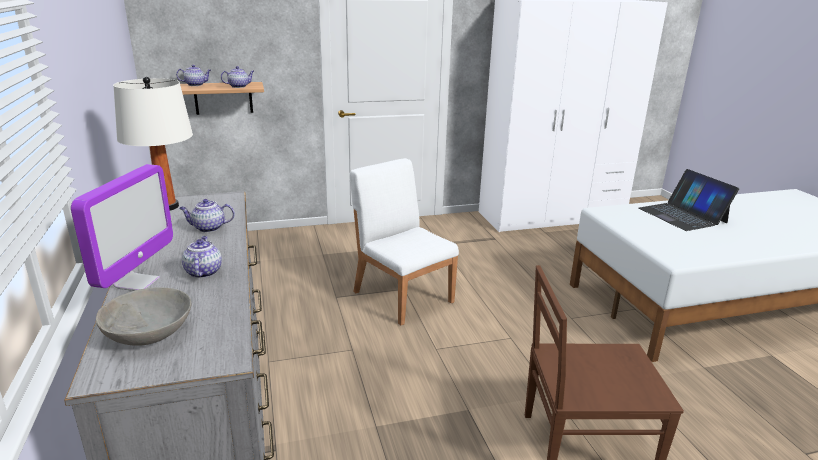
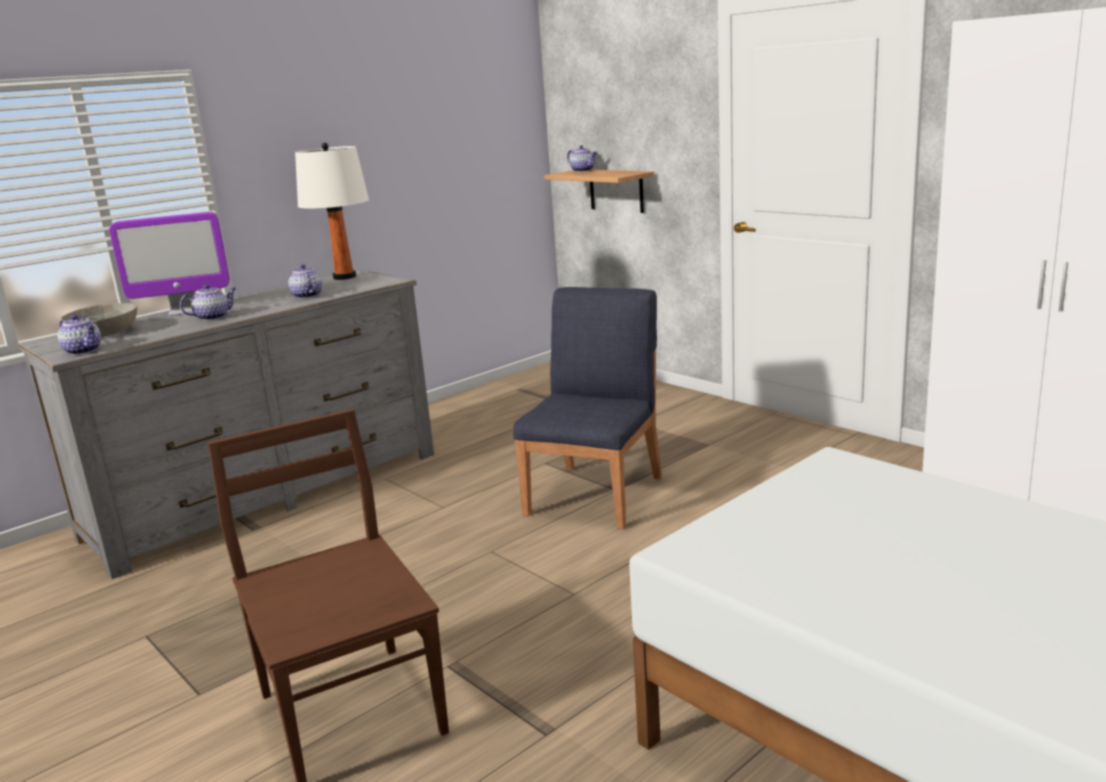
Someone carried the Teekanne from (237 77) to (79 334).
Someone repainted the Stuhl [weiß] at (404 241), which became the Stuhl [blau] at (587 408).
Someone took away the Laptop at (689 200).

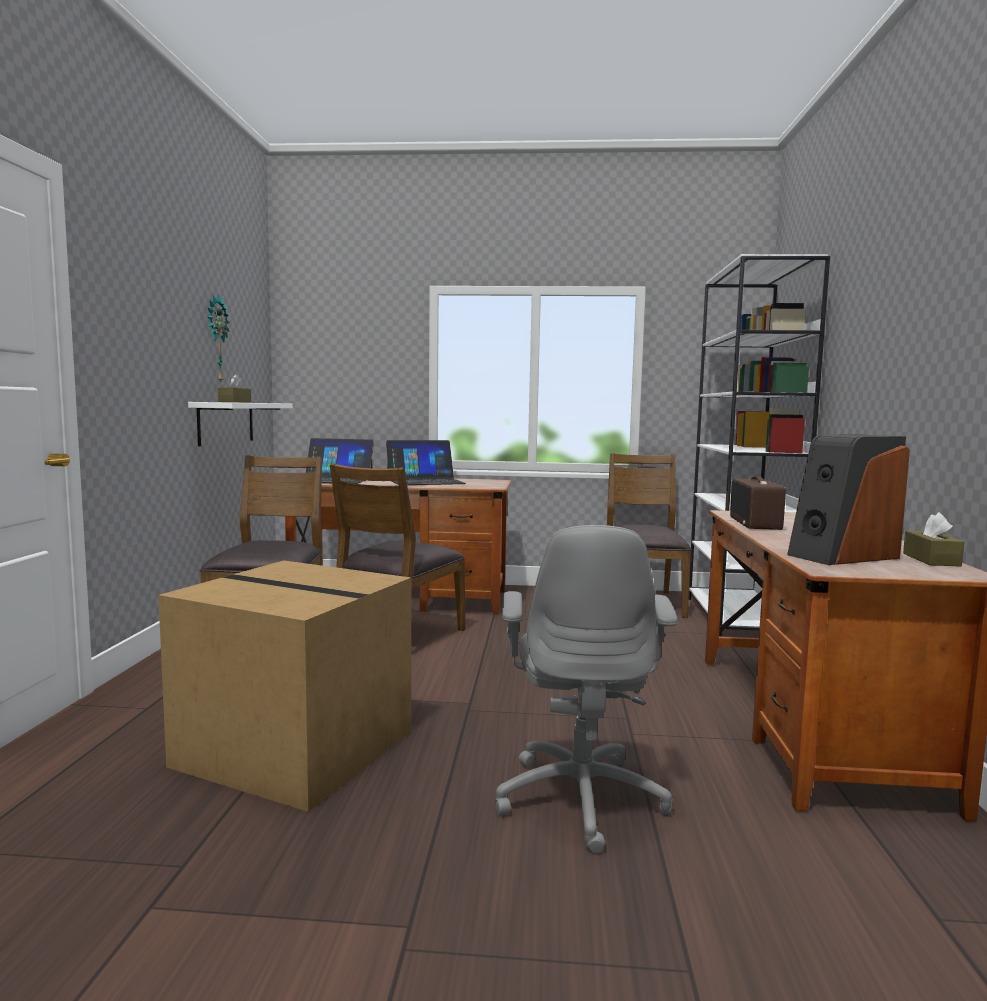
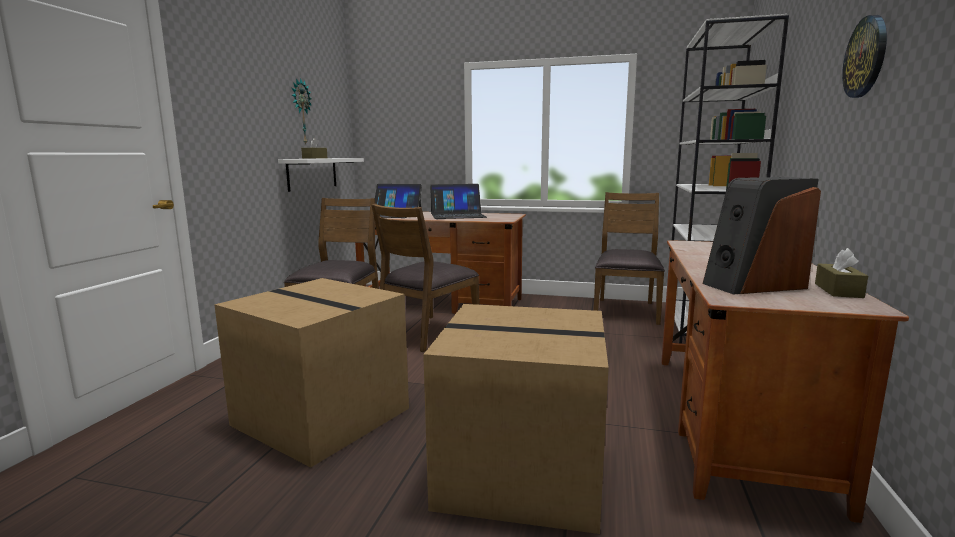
Someone swapped the Bürostuhl [grau] at (586 689) for the Karton at (516 419).
Someone took away the Radio at (758 503).
Someone put up the Wanduhr at (864 56).

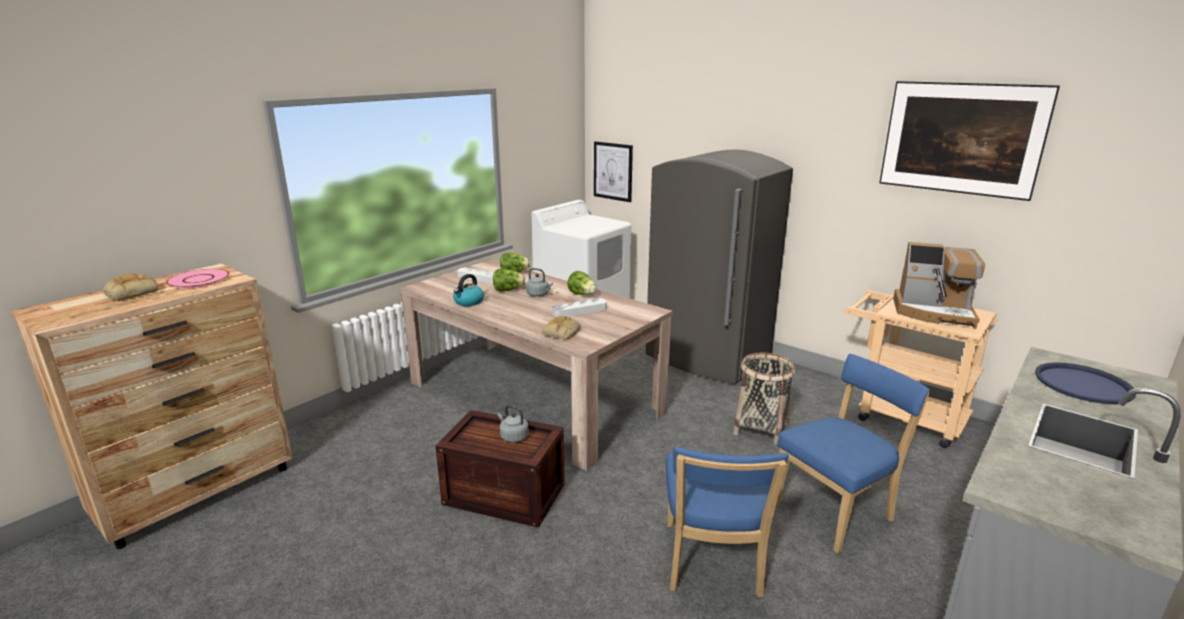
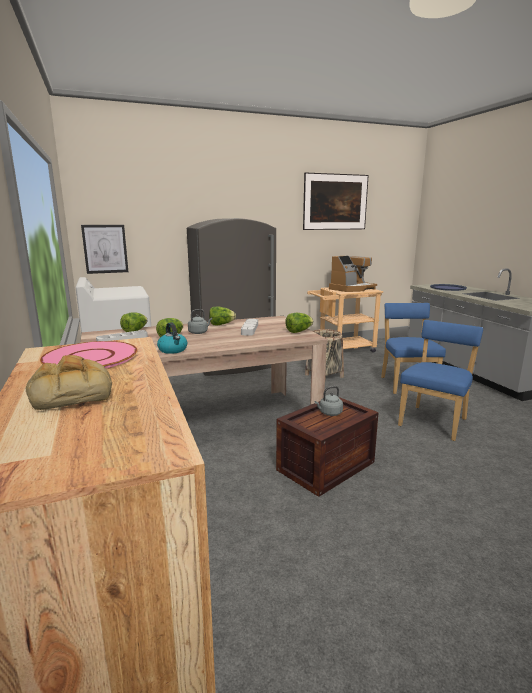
Someone took away the Brot at (561 328).
Someone rotated the Stuhl [blau] at (727 522) by 90 degrees counterclockwise.
Someone put down the Salatkopf at (299 323).

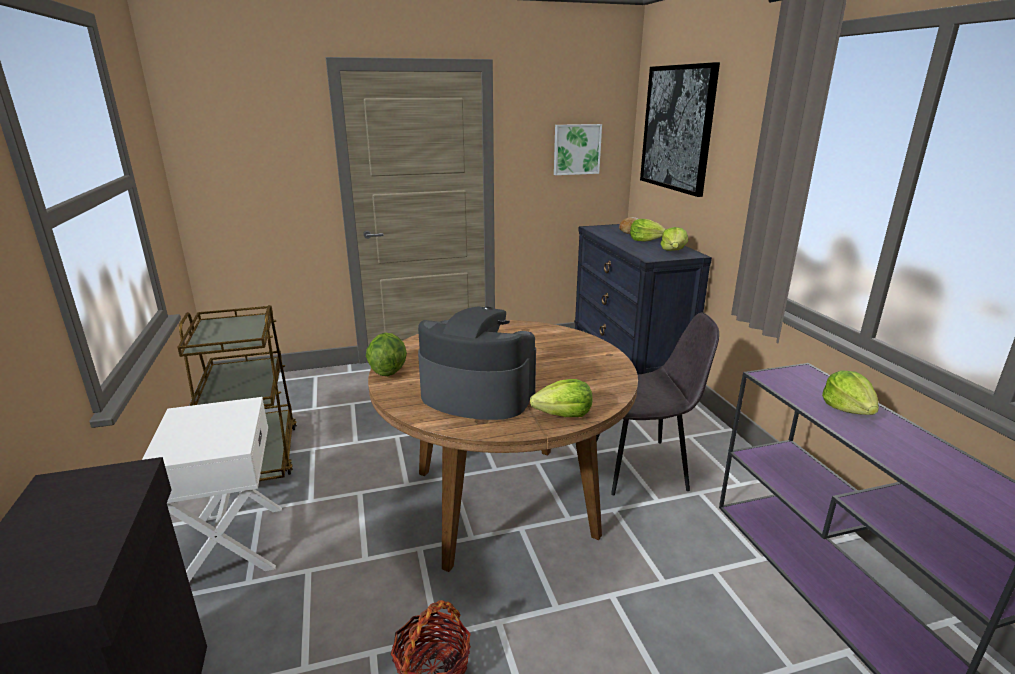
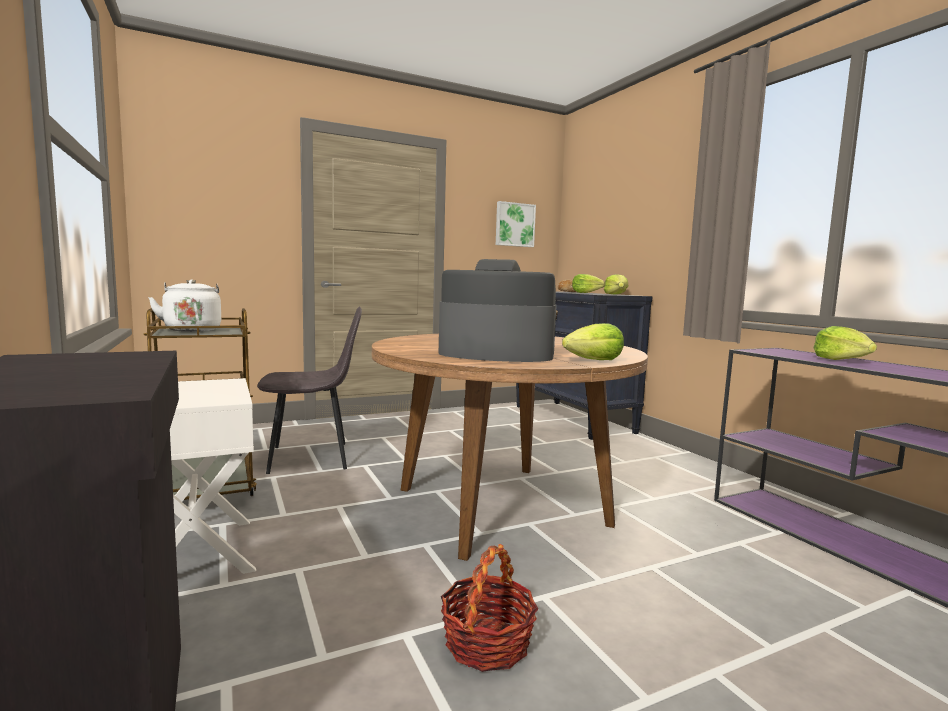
Someone took away the Salatkopf at (386 354).
Someone carried the Stuhl [grau] from (657 404) to (309 390).
Someone took away the Bild at (680 129).
Someone put down the Wasserkessel [weiß] at (184 305).

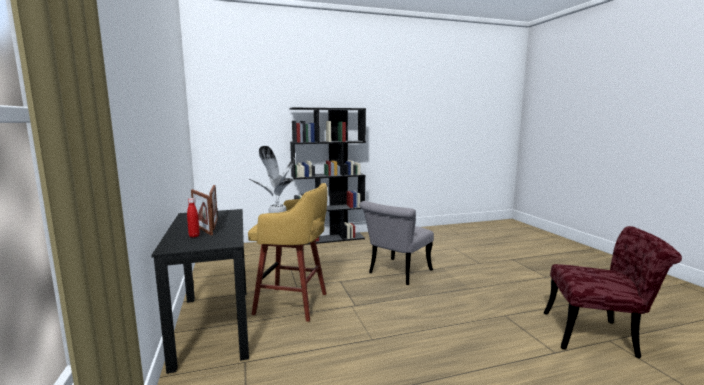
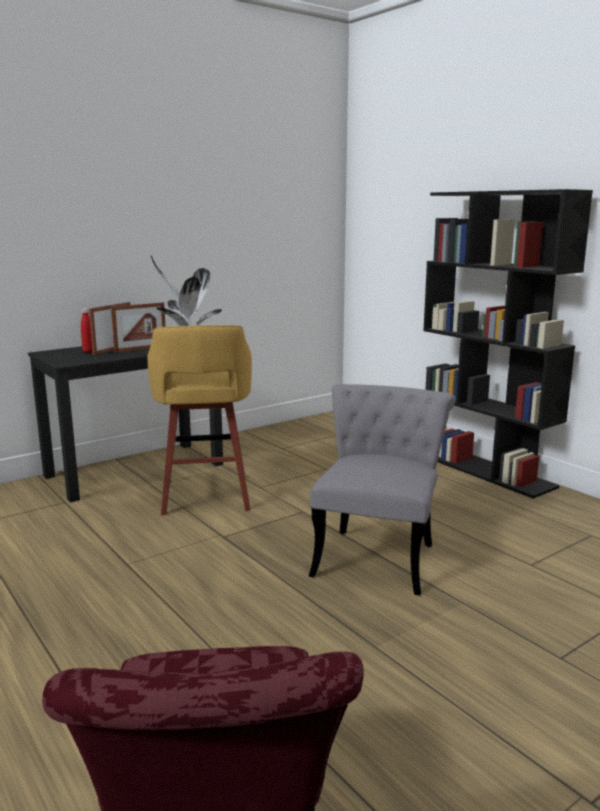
Someone rotated the Stuhl [grau] at (396 243) by 90 degrees clockwise.

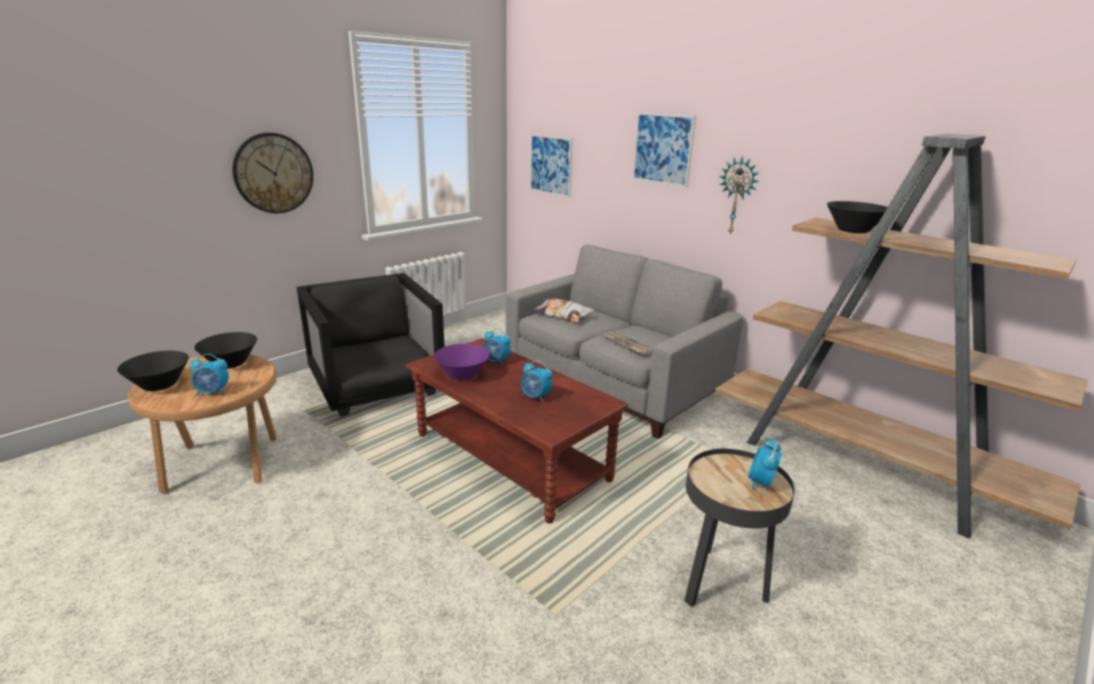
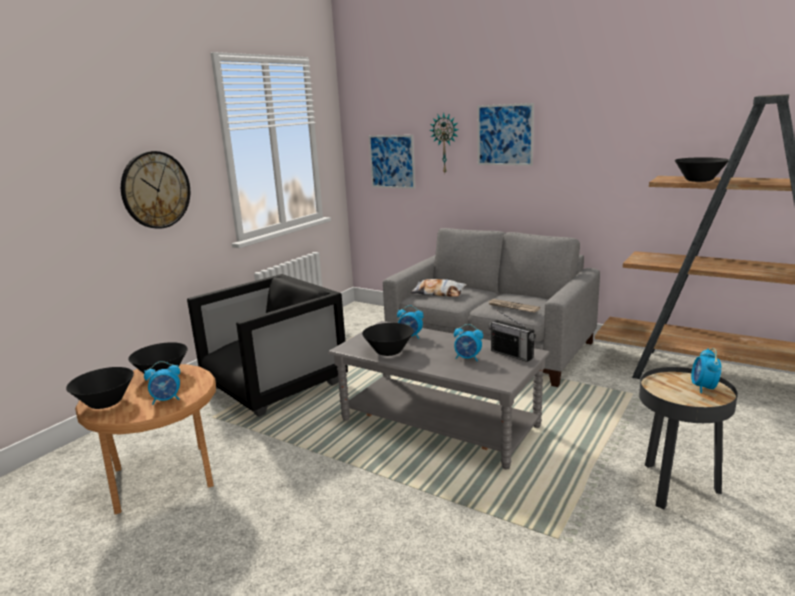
Someone rotated the Sessel [schwarz] at (371 344) by 90 degrees clockwise.
Someone repainted the Couchtisch [braun] at (516 430), which became the Couchtisch [grau] at (439 395).
Someone repainted the Schüssel [lila] at (462 362), which became the Schüssel [schwarz] at (388 339).
Someone carried the Wanduhr from (739 195) to (444 142).
Someone put down the Radio at (512 336).

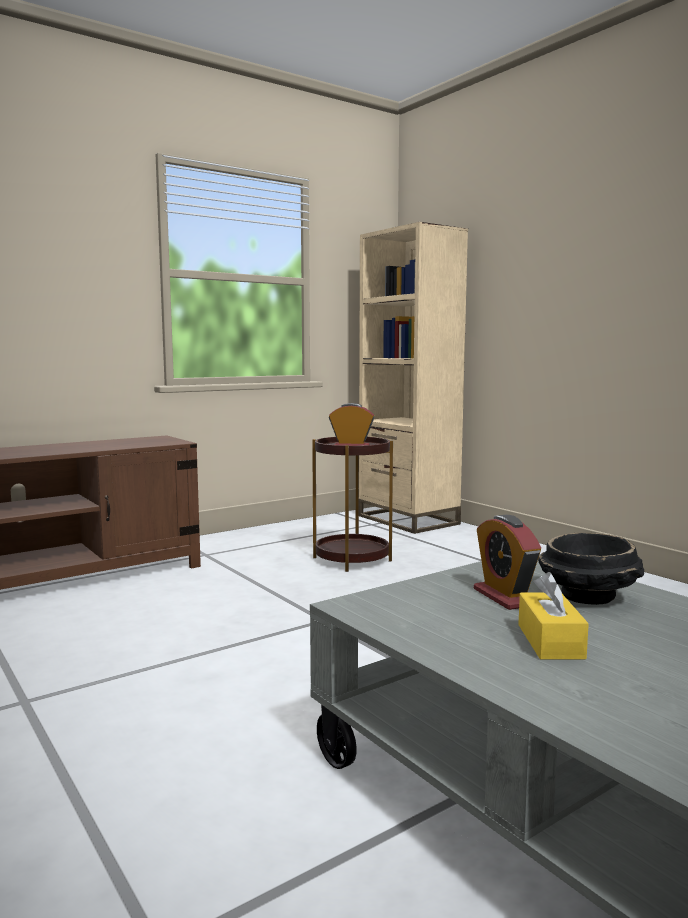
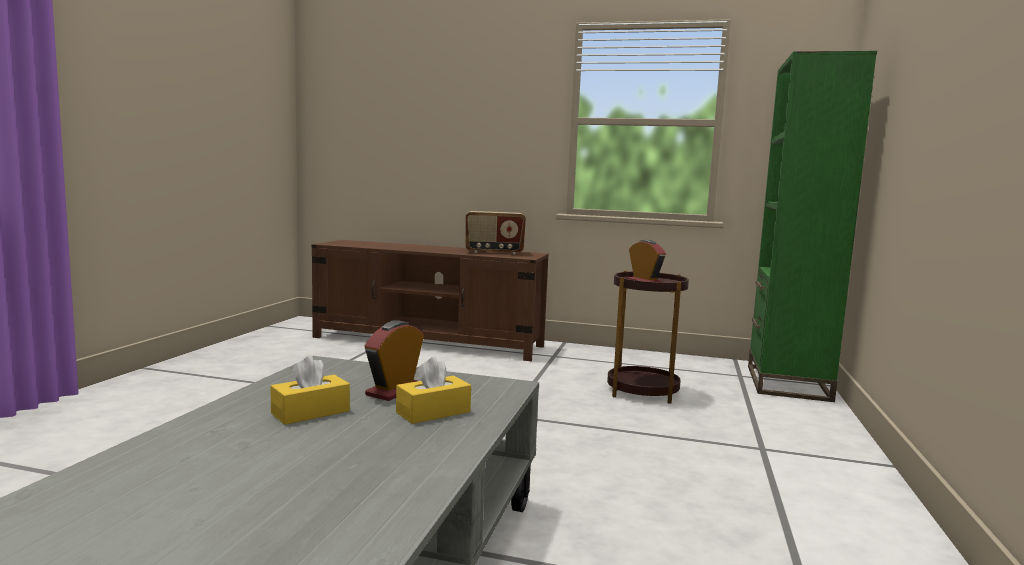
Someone repainted the Bücherregal [beige] at (413 378), which became the Bücherregal [grün] at (812 226).
Someone swapped the Schüssel [schwarz] at (591 569) for the Taschentuchbox [gelb] at (433 390).
Someone put down the Radio at (495 233).

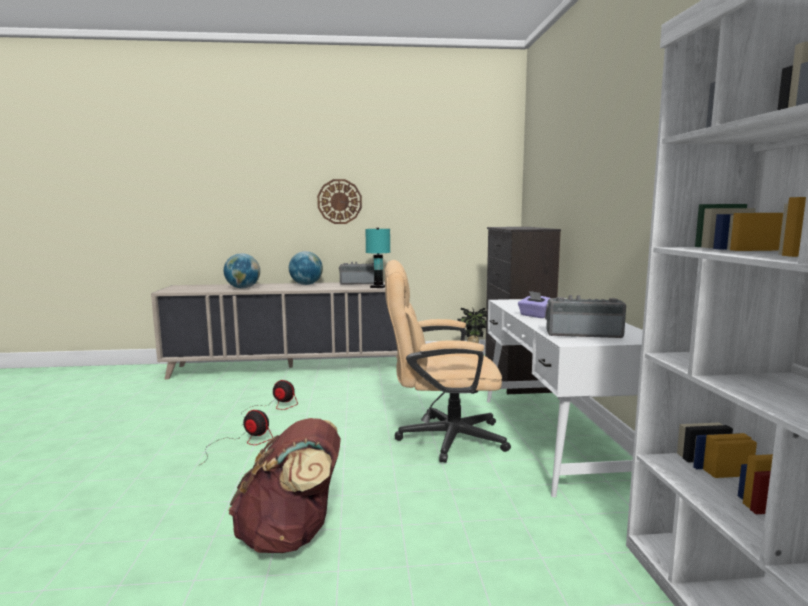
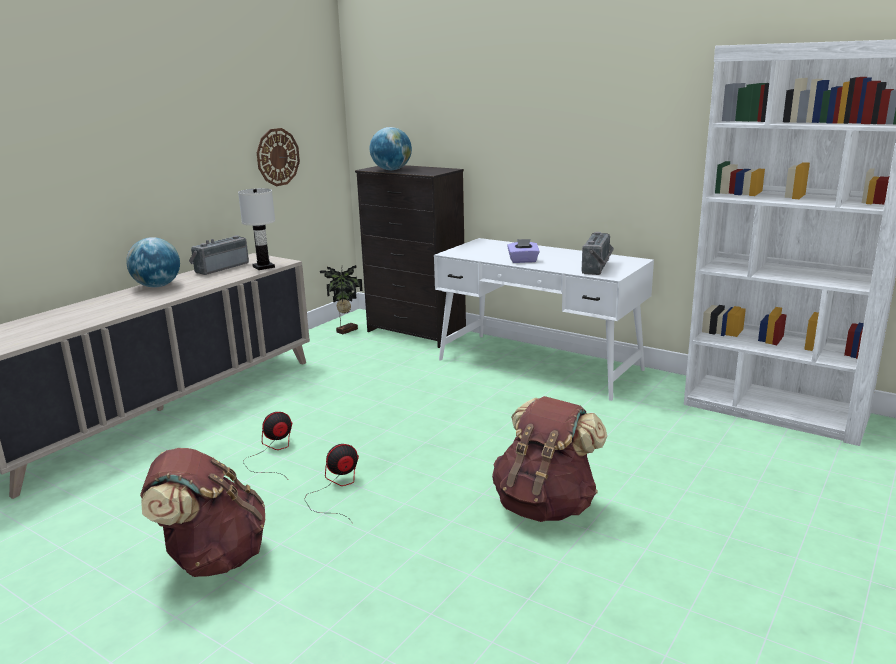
Someone carried the Globus from (242 270) to (391 148).
Someone carried the Wanduhr from (339 201) to (278 157).
Someone repainted the Tischlampe [türkis] at (377 258), which became the Tischlampe [weiß] at (256 229).
Someone took away the Bürostuhl [beige] at (448 361).
Someone rotated the Radio at (585 316) by 150 degrees clockwise.
Someone put down the Rucksack [braun] at (202 512).

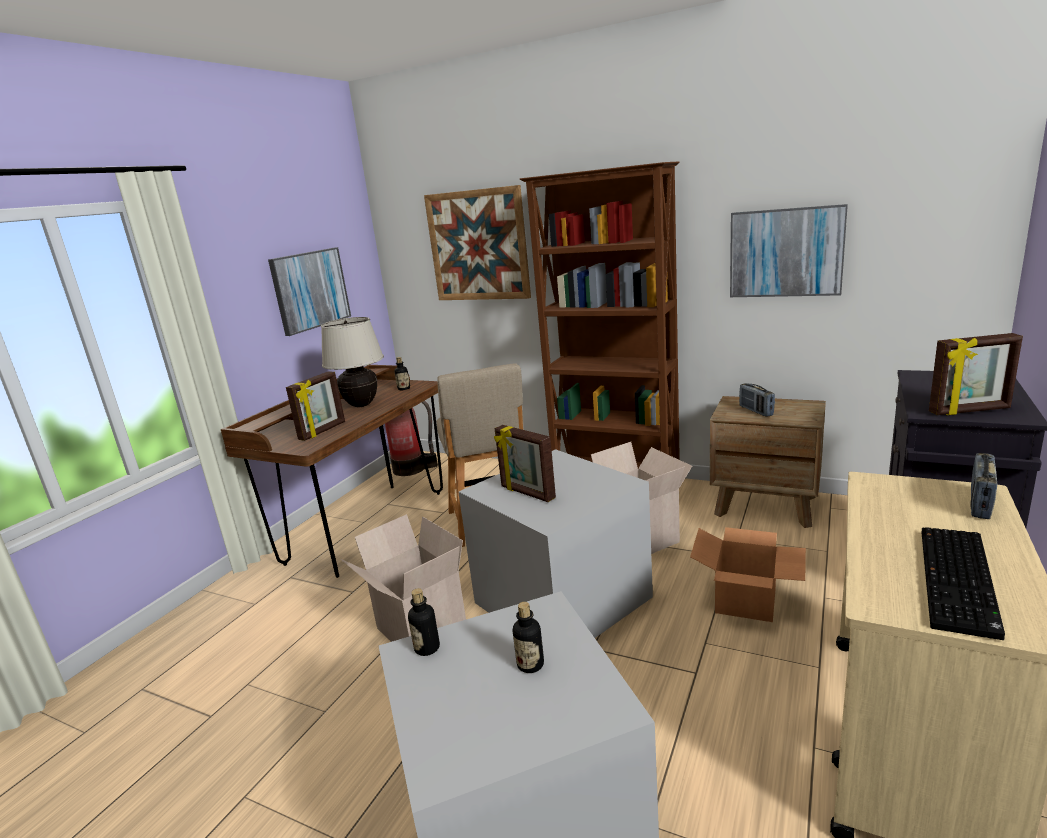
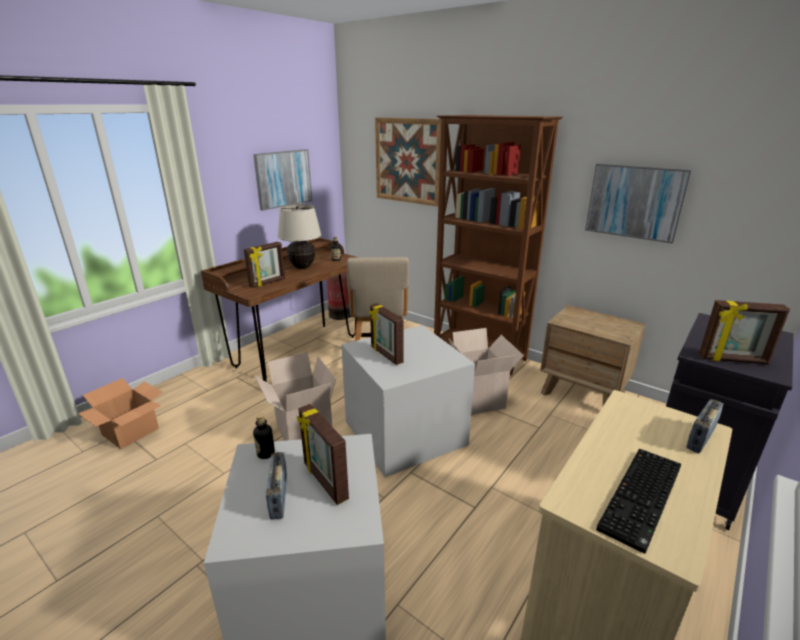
Someone swapped the Flasche at (528 637) for the Bilderrahmen at (323 454).
Someone carried the Karton from (748 574) to (120 413).
Someone carried the Radio from (757 400) to (276 485).

